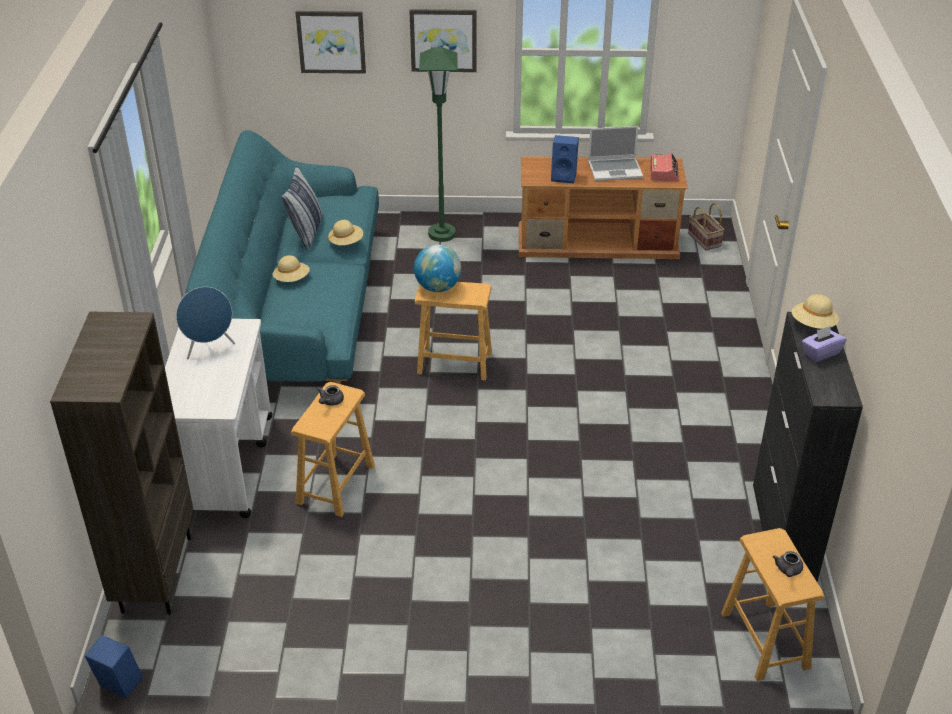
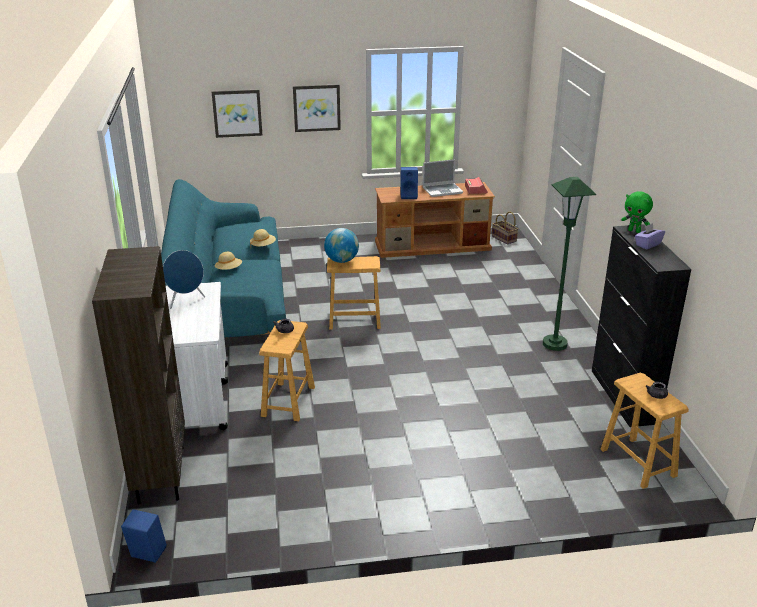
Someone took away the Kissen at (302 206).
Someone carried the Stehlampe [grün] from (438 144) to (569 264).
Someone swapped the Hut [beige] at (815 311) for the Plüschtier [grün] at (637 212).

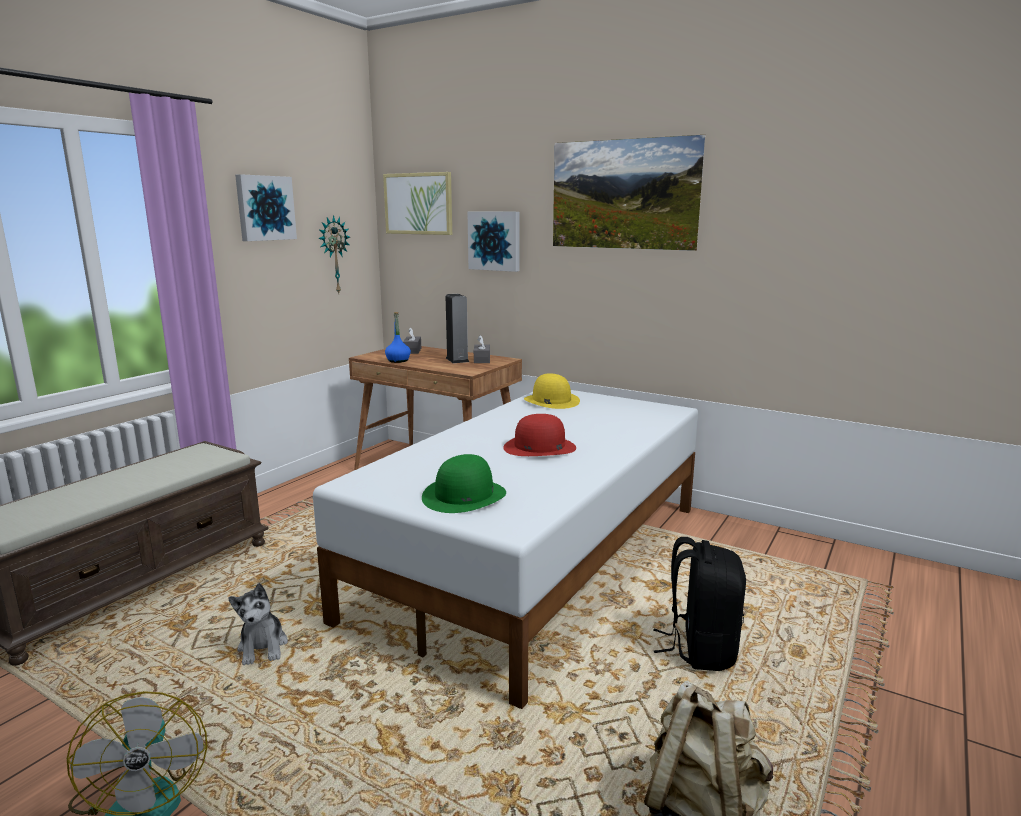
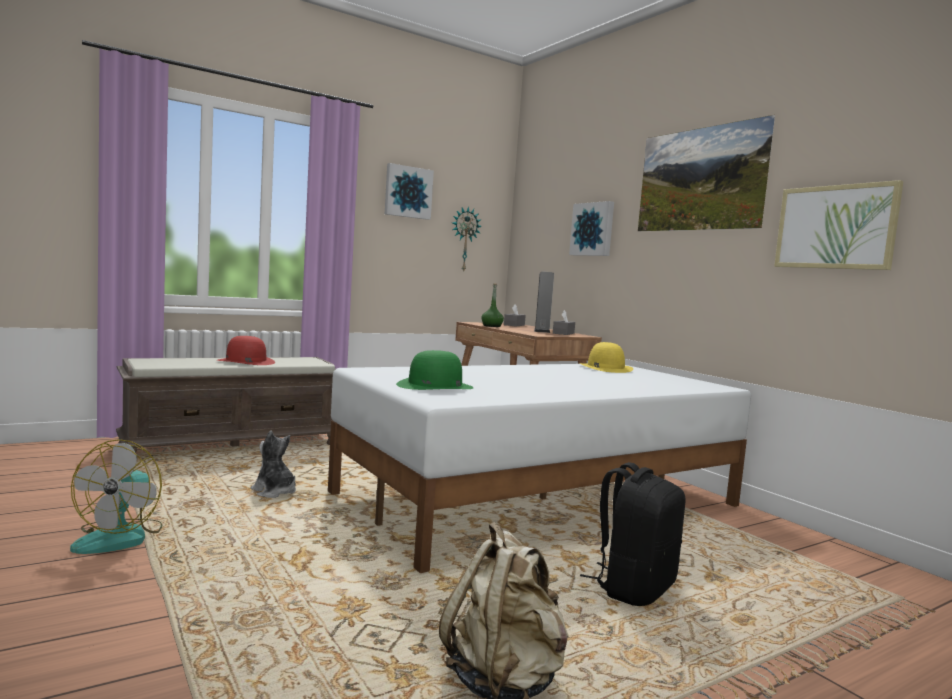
Someone rotated the Plüschtier at (258 624) by 120 degrees clockwise.
Someone carried the Bild from (417 203) to (838 225).
Someone repainted the Flasche [blau] at (398 337), which became the Flasche [grün] at (492 305).
Someone carried the Hut [rot] from (539 435) to (246 350).

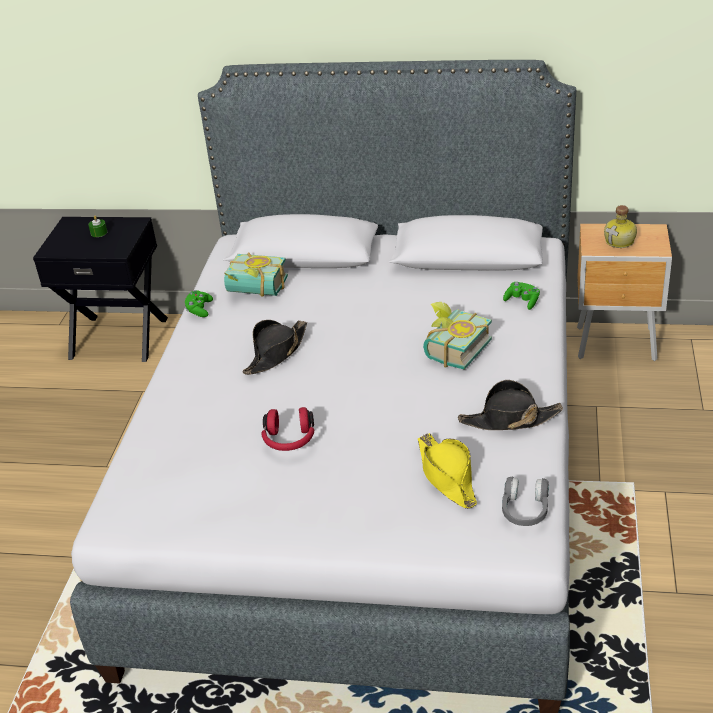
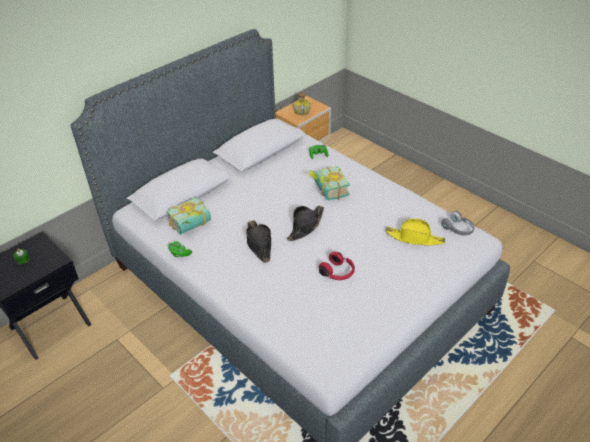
Someone carried the Hut [schwarz] from (510 405) to (305 223).

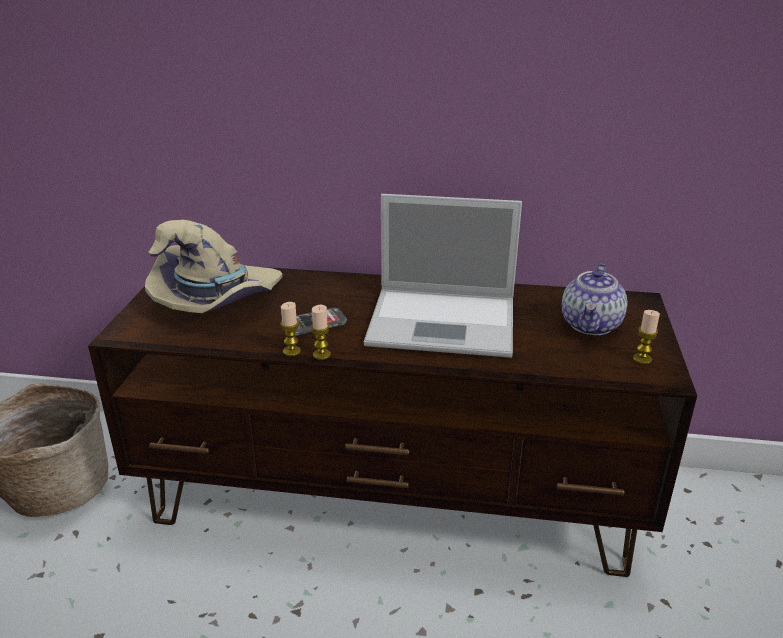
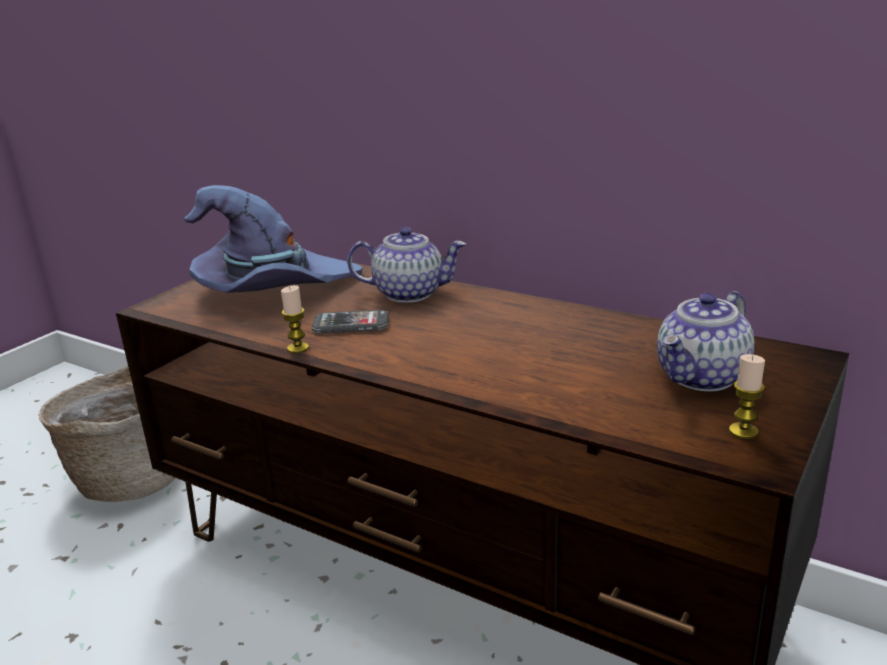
Someone repainted the Hut [beige] at (214 266), which became the Hut [lila] at (273 239).
Someone took away the Kerze at (321 332).
Someone took away the Laptop at (443 276).
Someone put down the Teekanne at (406 265).

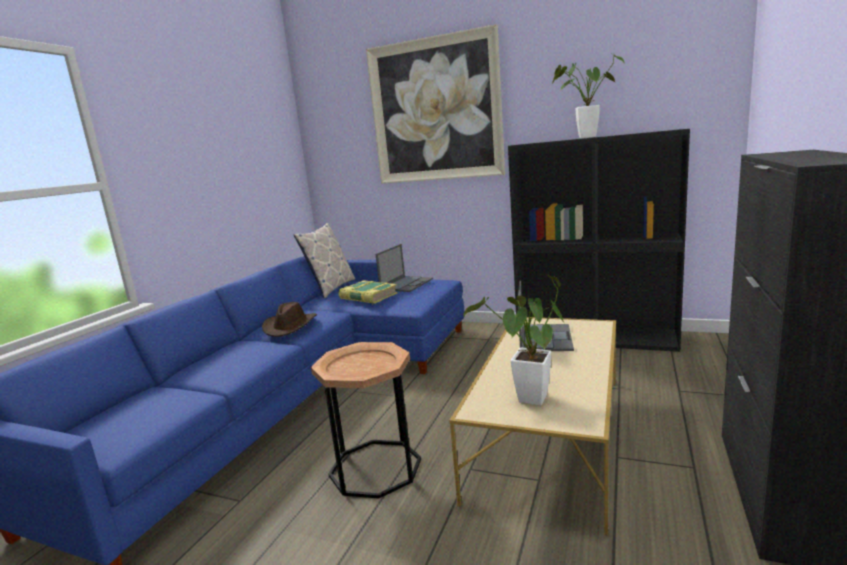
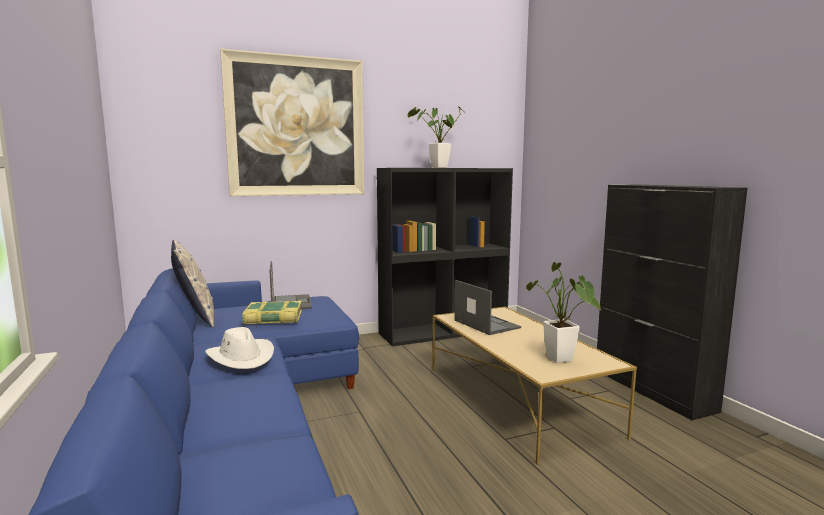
Someone repainted the Hut [braun] at (289 319), which became the Hut [weiß] at (239 348).
Someone took away the Beistelltisch [braun] at (366 420).

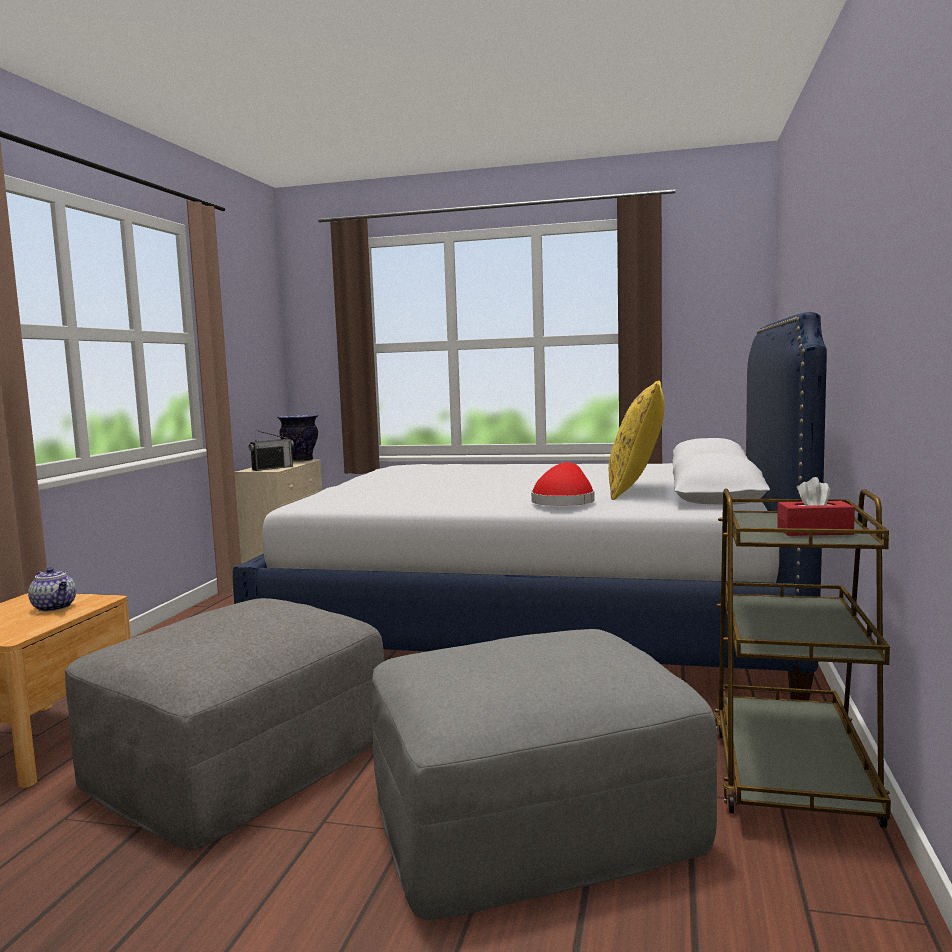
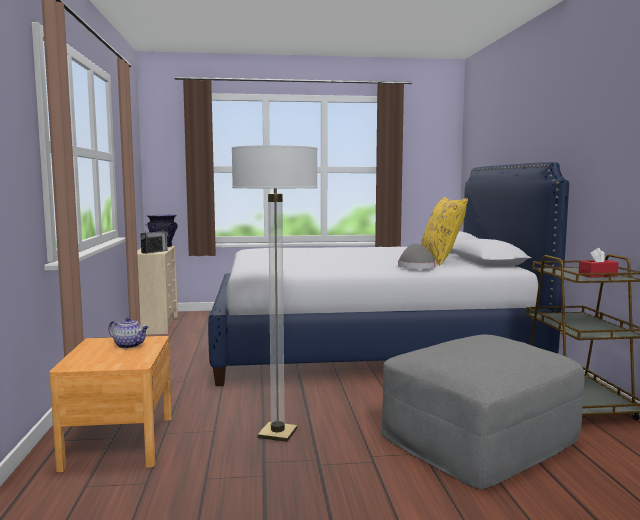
Someone swapped the Polsterhocker [grau] at (224 724) for the Stehlampe at (275 293).
Someone repainted the Hut [rot] at (563 484), which became the Hut [grau] at (417 256).

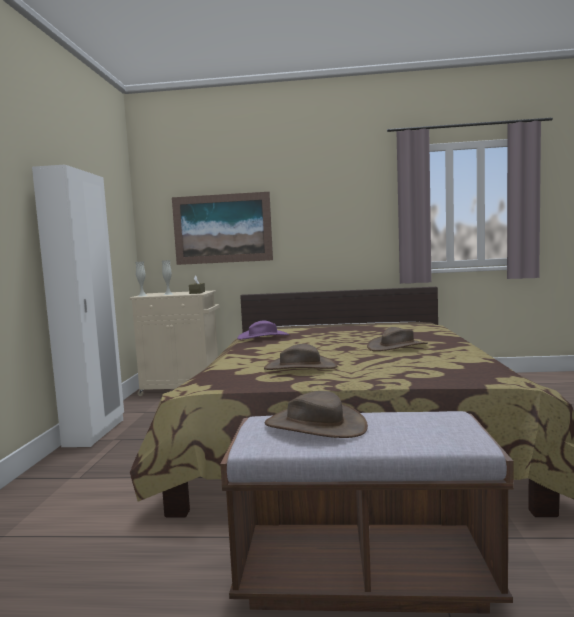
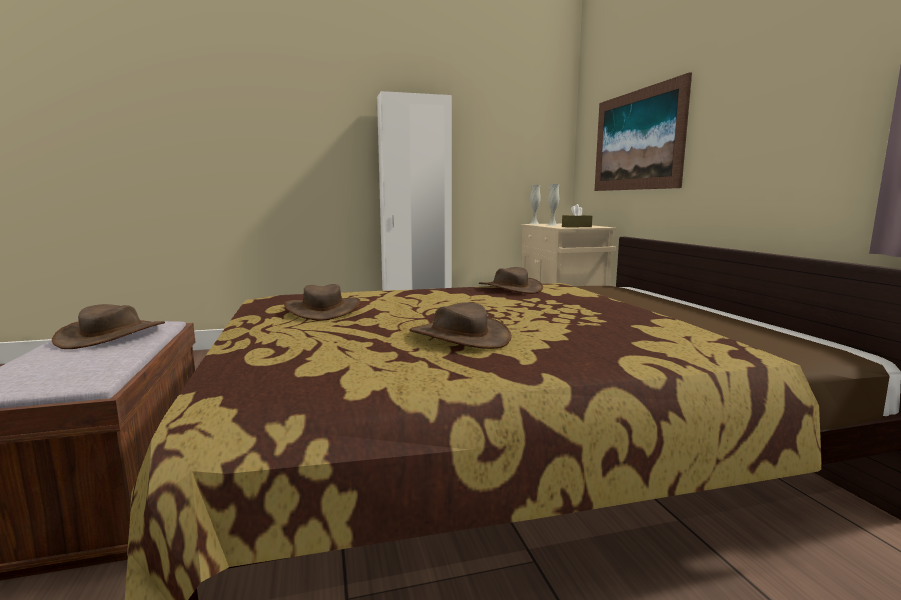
Someone repainted the Hut [lila] at (263 330), which became the Hut [braun] at (511 280).

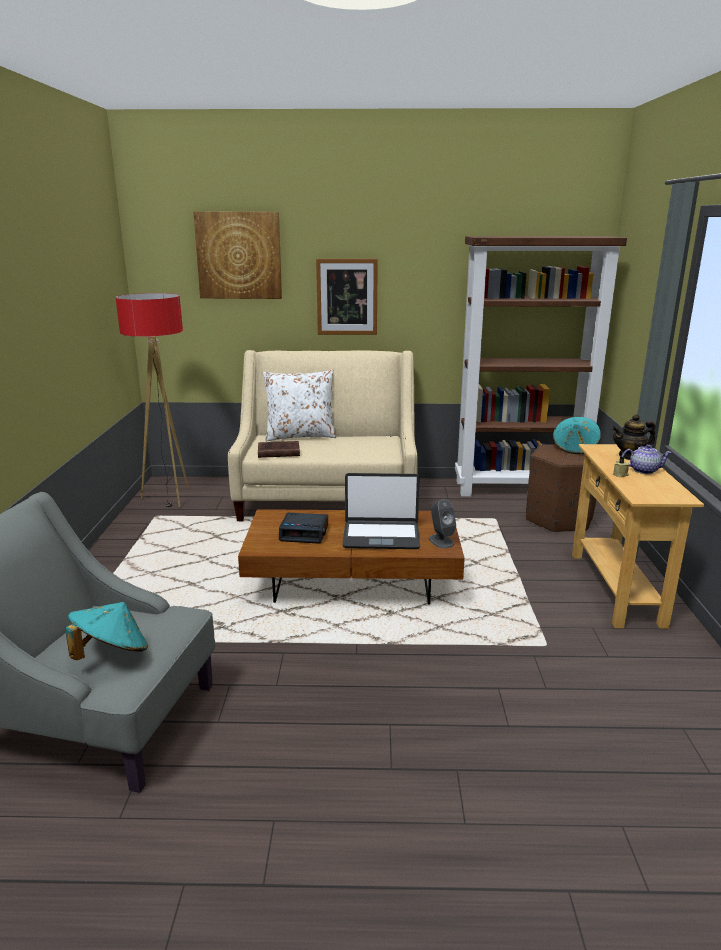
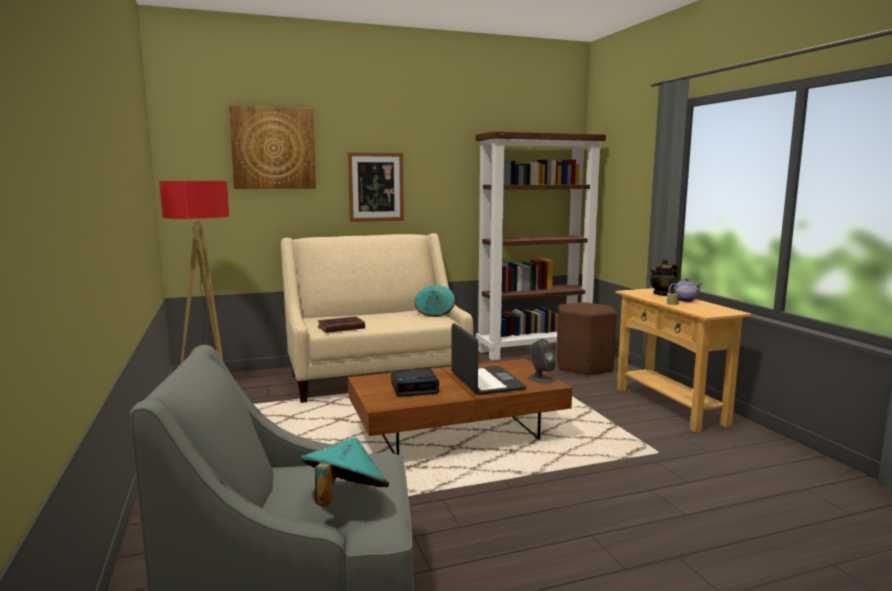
Someone took away the Kissen [weiß] at (300 405).
Someone rotated the Laptop at (381 511) by 90 degrees counterclockwise.
Someone carried the Hut [türkis] from (577 435) to (434 301).

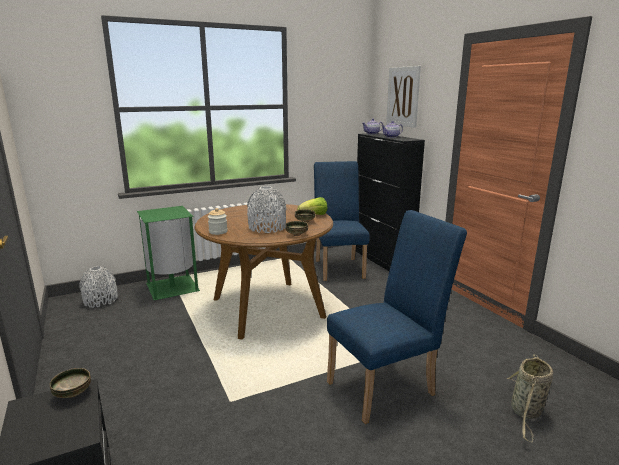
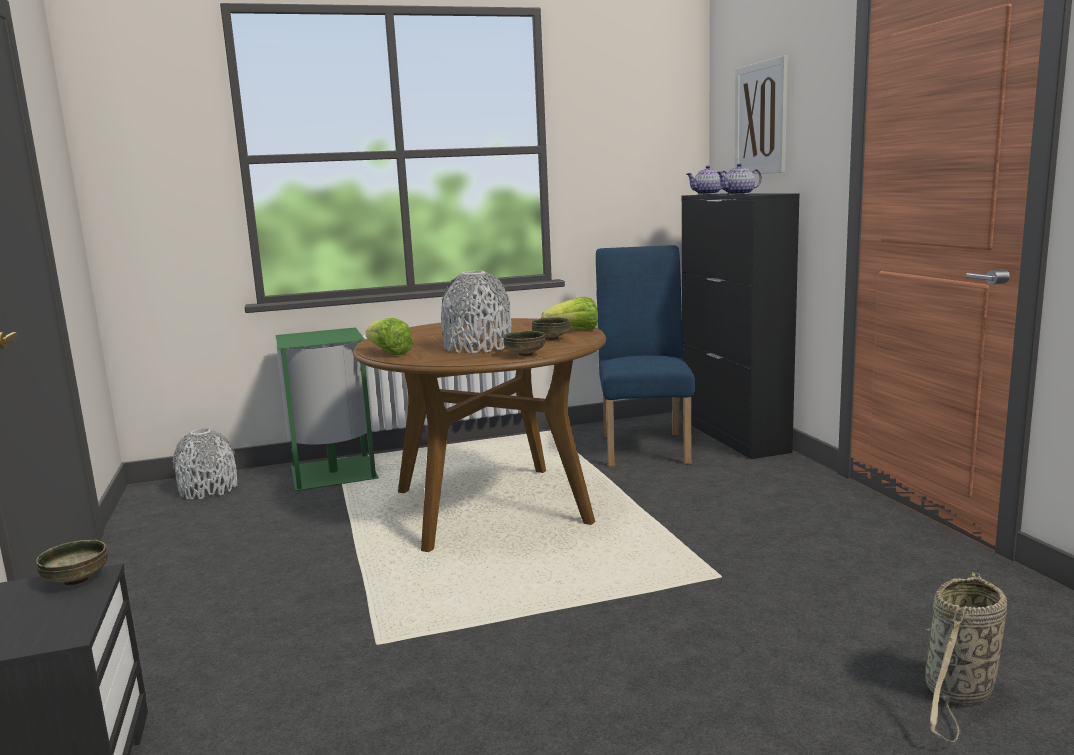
Someone swapped the Vorratsglas at (217 221) for the Salatkopf at (389 336).
Someone took away the Stuhl [blau] at (397 317).

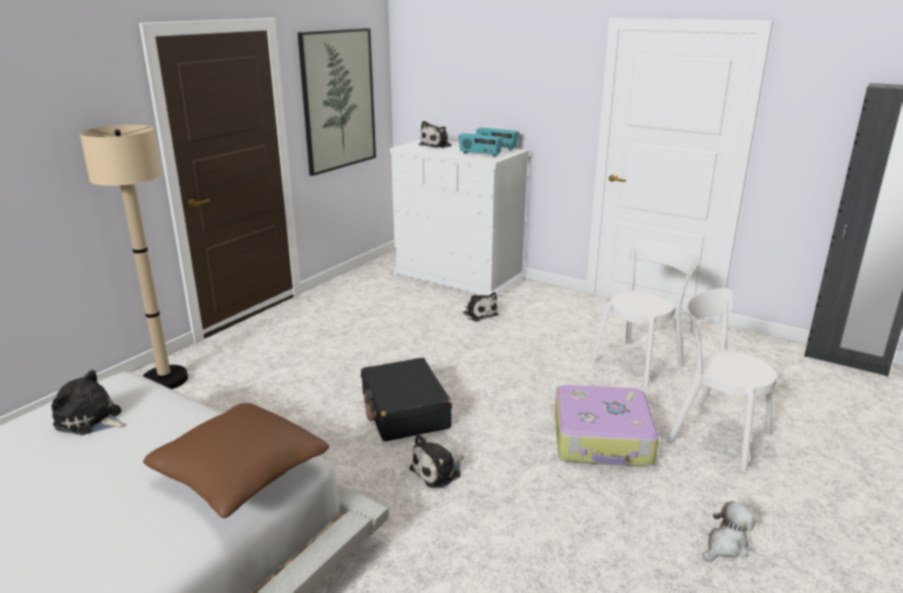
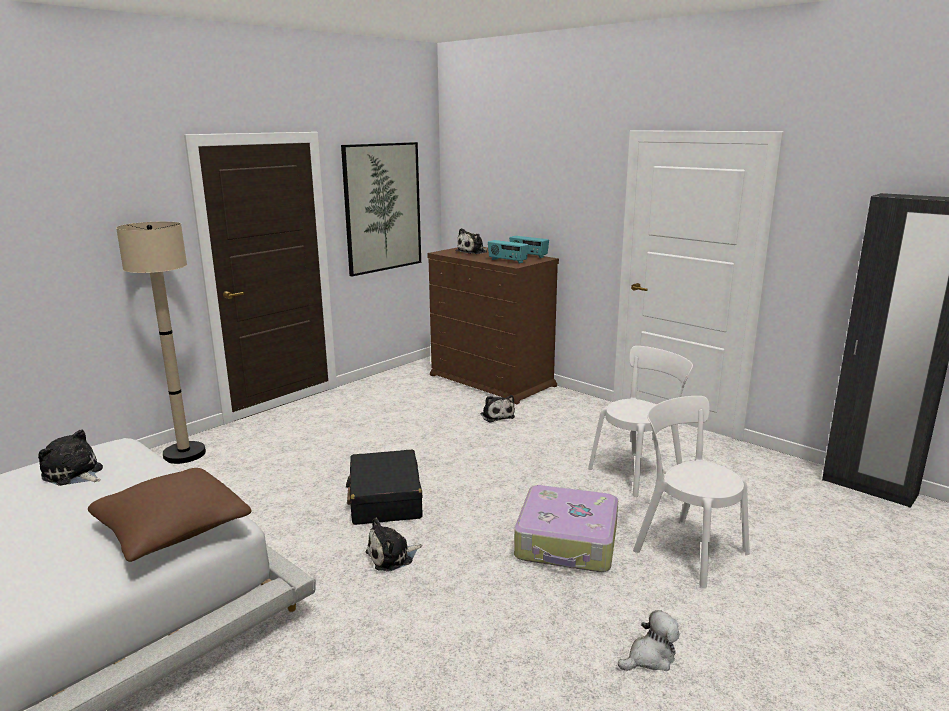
Someone repainted the Kommode [weiß] at (459 218), which became the Kommode [braun] at (493 325).

